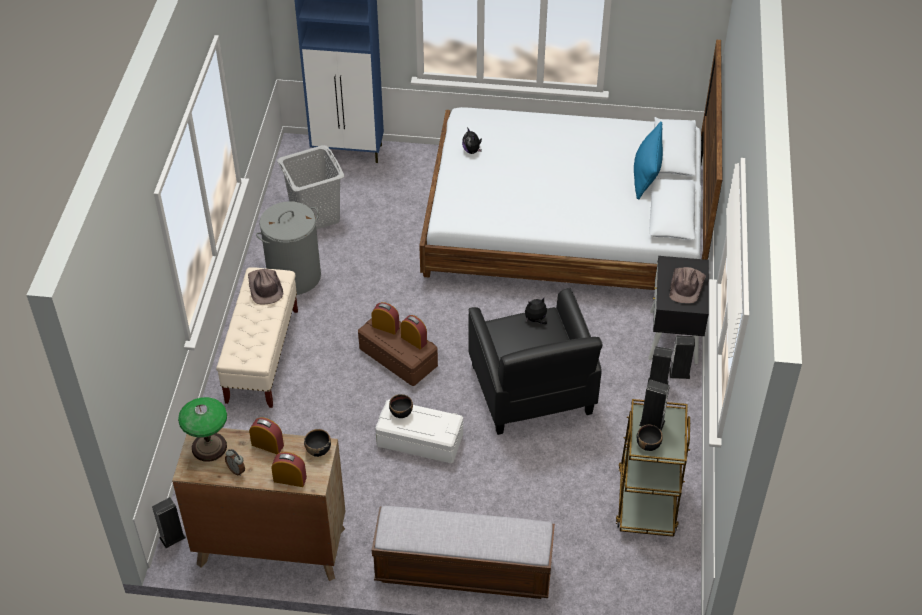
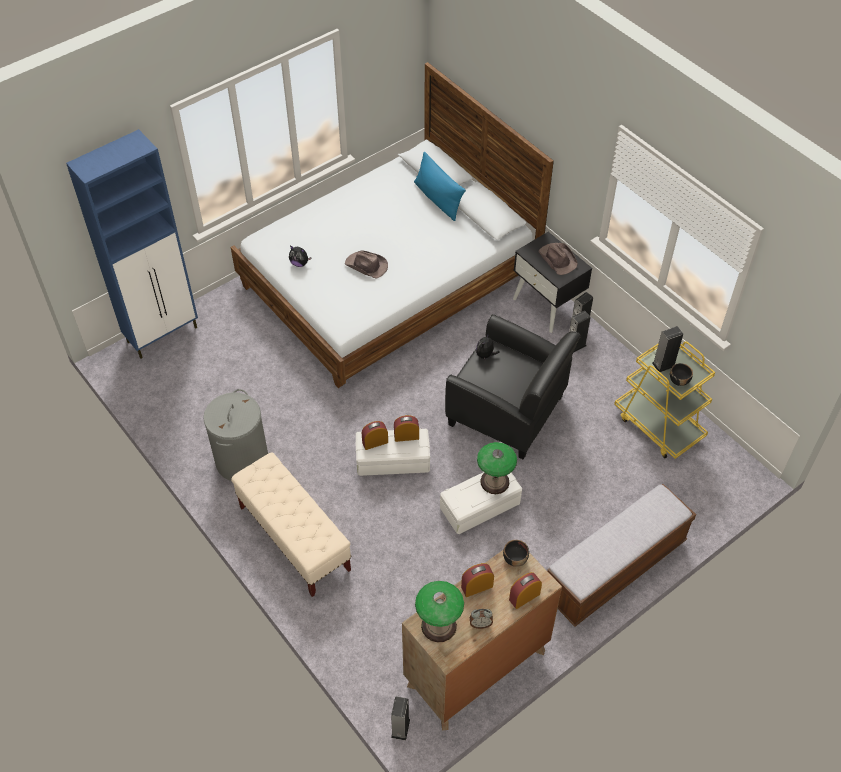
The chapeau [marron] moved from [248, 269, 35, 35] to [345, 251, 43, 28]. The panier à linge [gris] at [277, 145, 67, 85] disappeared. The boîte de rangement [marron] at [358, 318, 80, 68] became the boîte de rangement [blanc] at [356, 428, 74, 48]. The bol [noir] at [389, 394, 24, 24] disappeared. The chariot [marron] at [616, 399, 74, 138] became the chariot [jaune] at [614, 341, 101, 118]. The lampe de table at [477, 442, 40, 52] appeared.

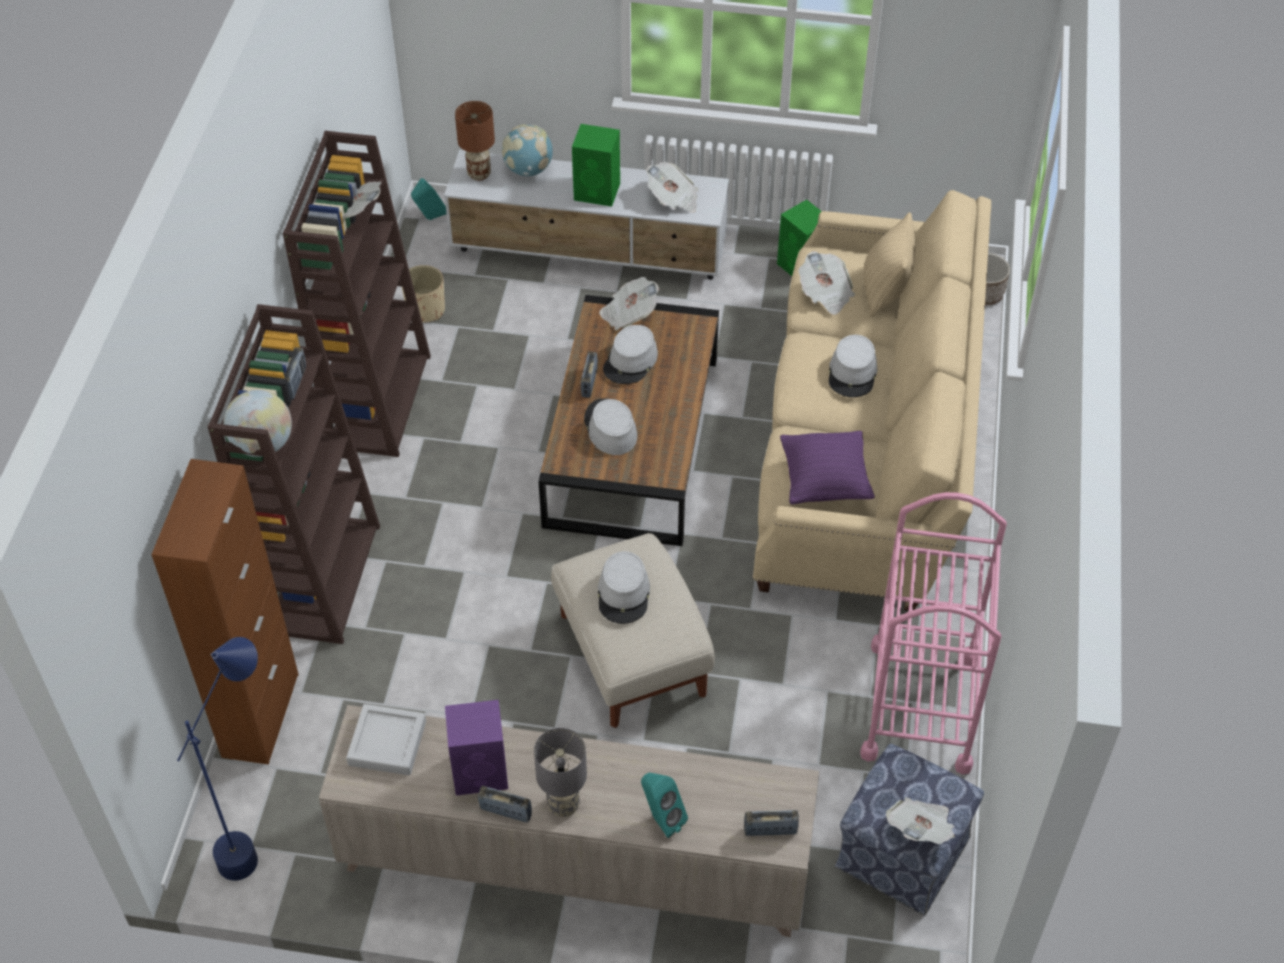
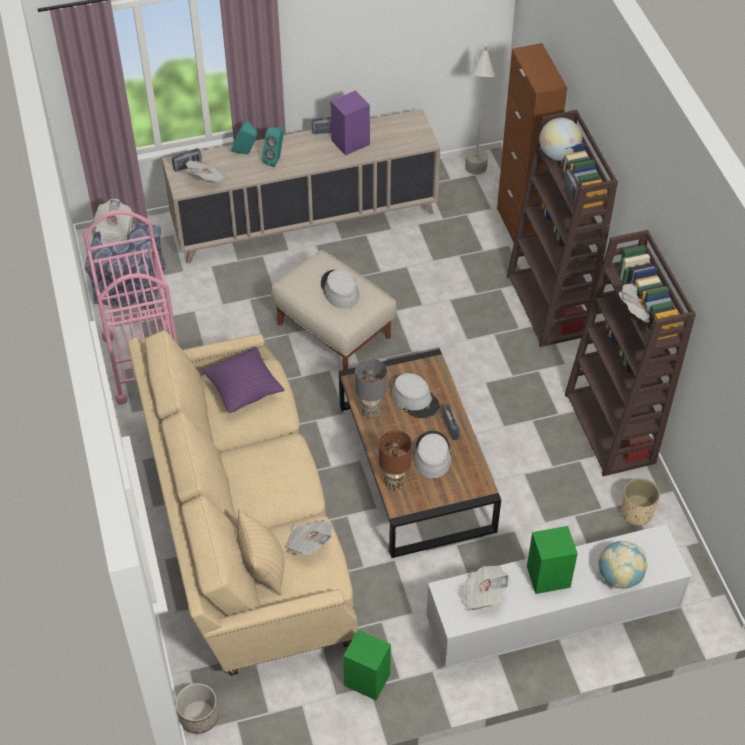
The lampadaire [bleu] at [177, 637, 81, 244] became the lampadaire [gris] at [465, 47, 30, 128]. The plateau [gris] at [346, 704, 80, 71] disappeared. The enceinte [turquoise] moved from [411, 178, 35, 42] to [262, 127, 22, 40]. The lampe de table [marron] moved from [455, 101, 40, 80] to [379, 430, 33, 60]. The lampe de table [gris] moved from [534, 728, 53, 89] to [355, 358, 32, 60]. The journal moved from [599, 277, 60, 54] to [186, 161, 44, 21]. The chapeau [gris] at [829, 335, 49, 62] disappeared.

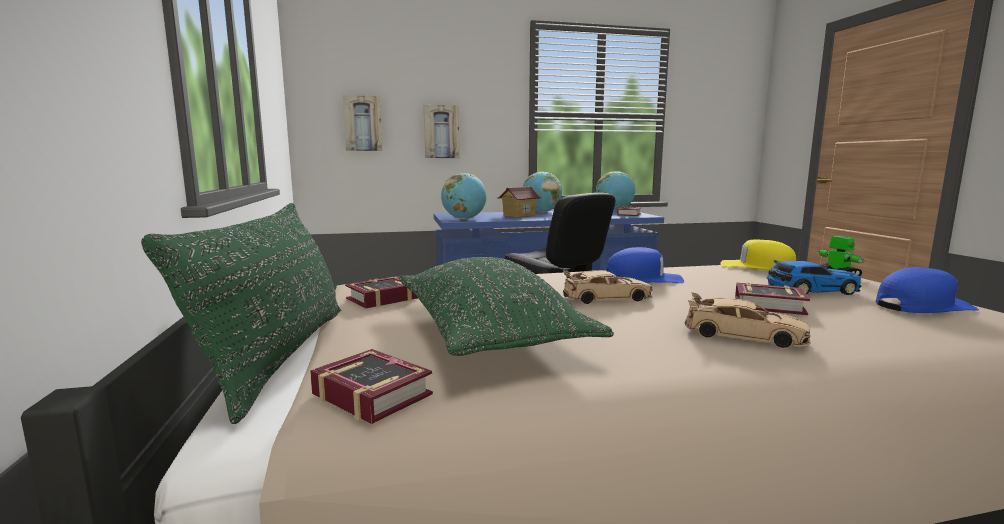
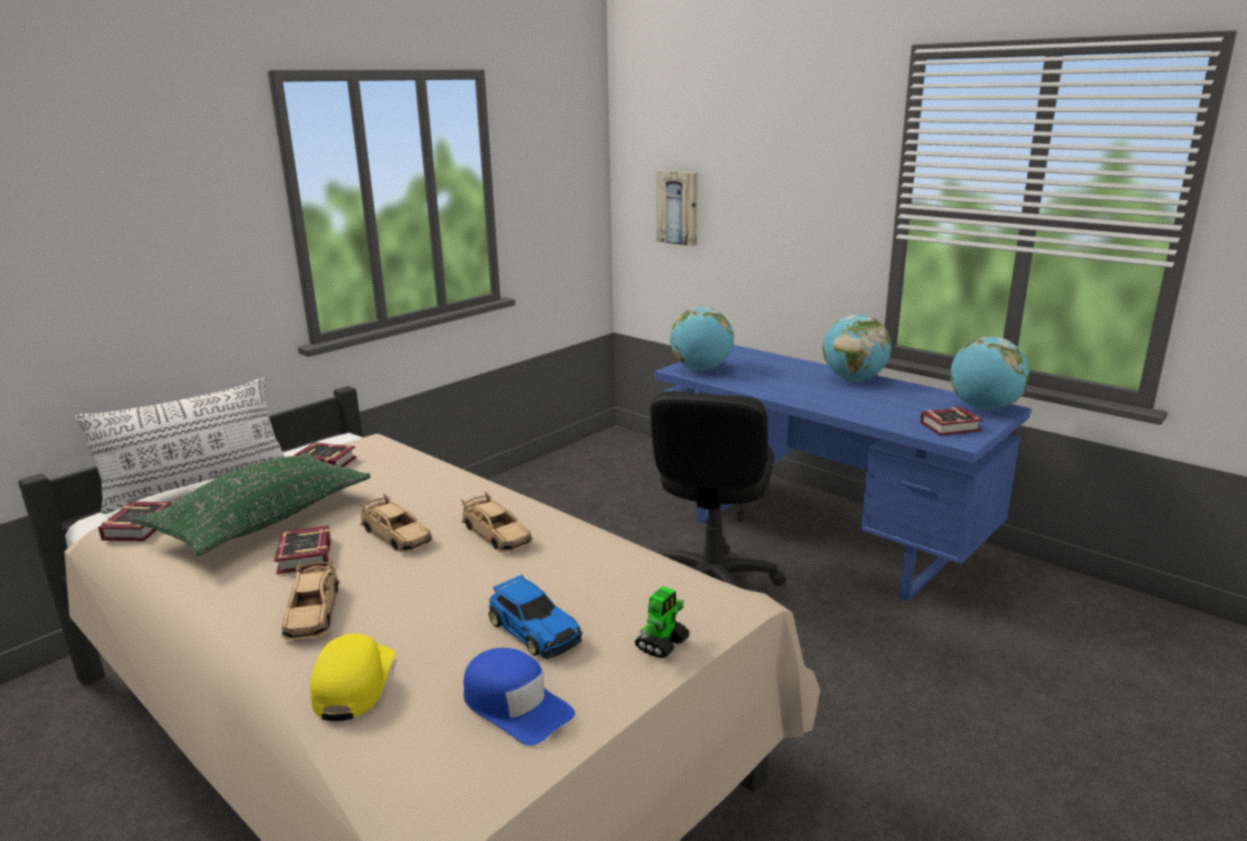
The coussin [vert] at [141, 203, 201, 221] became the coussin [blanc] at [76, 378, 209, 136]. The tableau at [424, 105, 35, 53] disappeared. The maison miniature at [498, 186, 44, 31] disappeared. The casquette [bleu] at [606, 247, 78, 36] was replaced by the petite voiture [beige] at [461, 492, 71, 60]. The casquette [jaune] moved from [720, 239, 76, 31] to [310, 634, 85, 87]. The livre moved from [735, 282, 75, 33] to [274, 526, 58, 48].

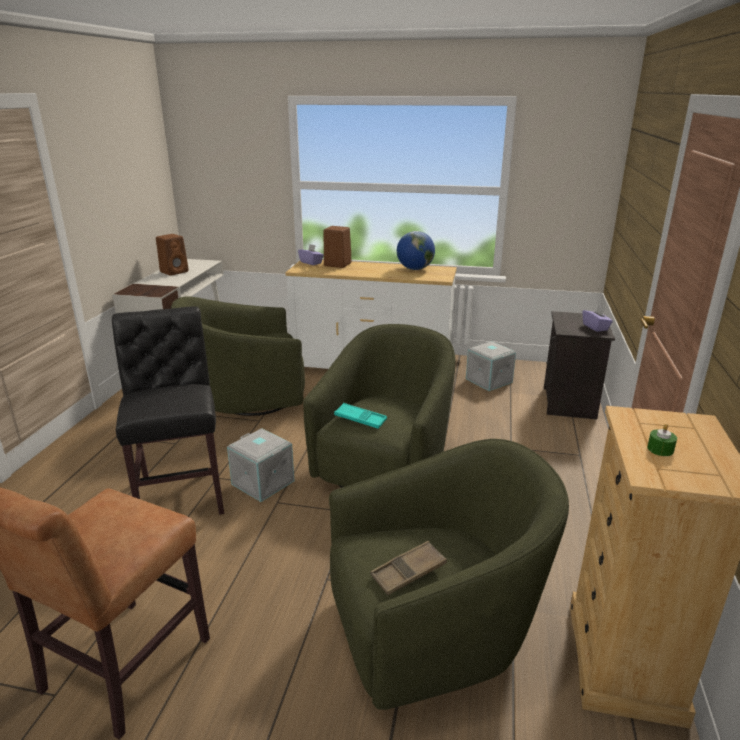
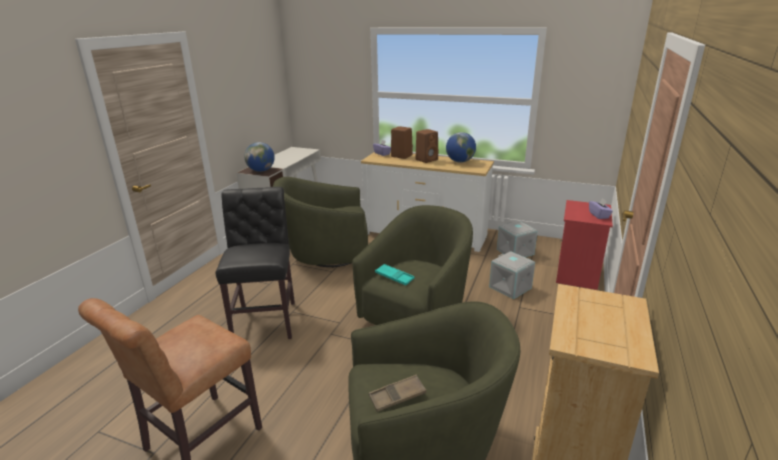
The enceinte [marron] moved from [156, 234, 33, 42] to [416, 129, 23, 34]. The boîte de rangement [gris] moved from [227, 428, 67, 74] to [489, 251, 46, 48]. The table de chevet [noir] at [544, 311, 71, 108] became the table de chevet [rouge] at [556, 200, 57, 90]. The bougie [vert] at [647, 424, 30, 32] disappeared. The globe at [244, 142, 31, 30] appeared.

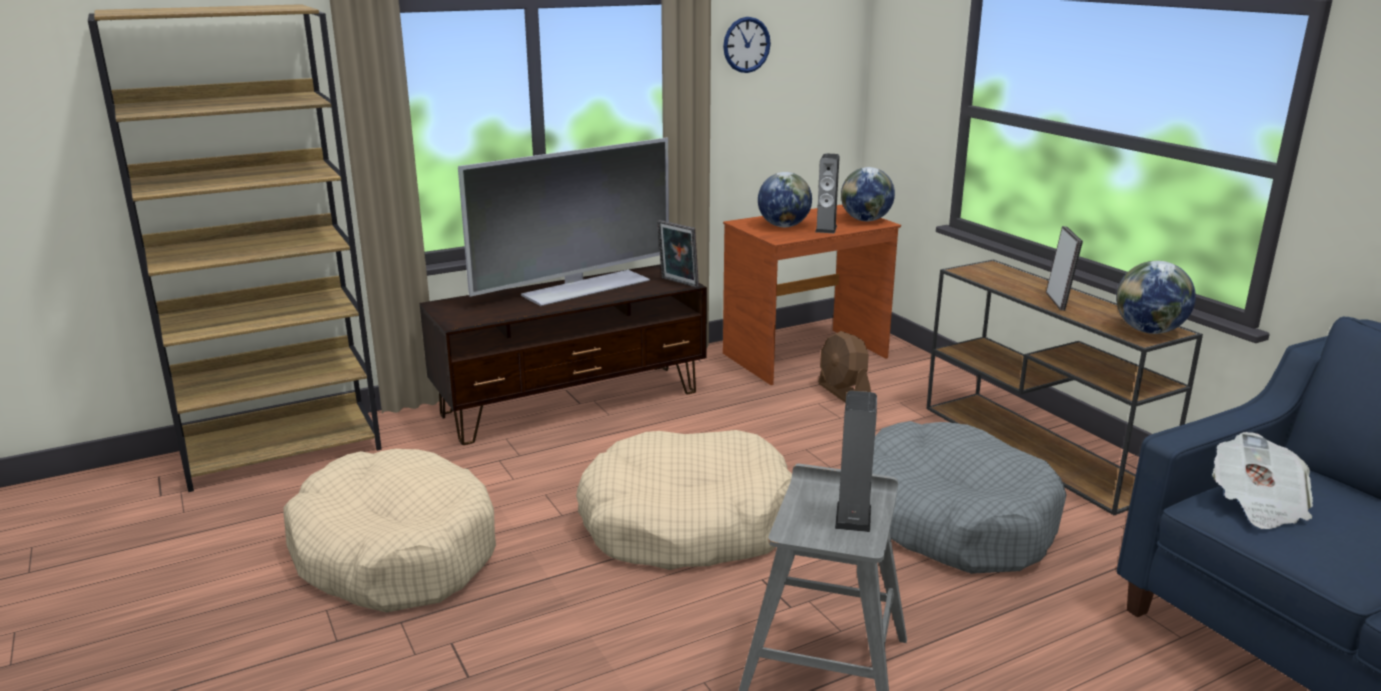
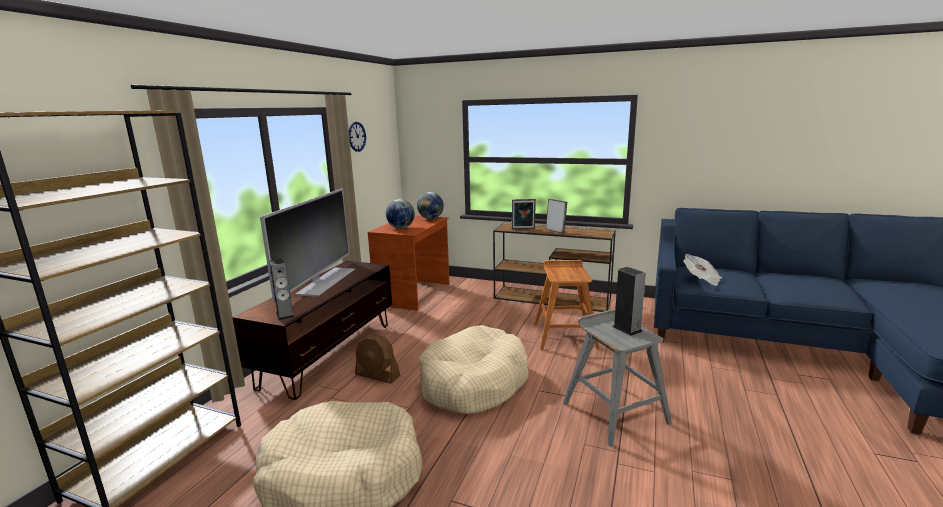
The cadre photo moved from [657, 220, 42, 67] to [512, 199, 24, 30]. The enceinte moved from [815, 153, 25, 80] to [269, 258, 25, 63]. The ventilateur [marron] moved from [818, 331, 53, 72] to [355, 335, 45, 49]. The panier pour chien [gris] at [872, 421, 195, 153] was replaced by the tabouret [marron] at [534, 260, 65, 90]. The globe at [1116, 261, 80, 73] disappeared.

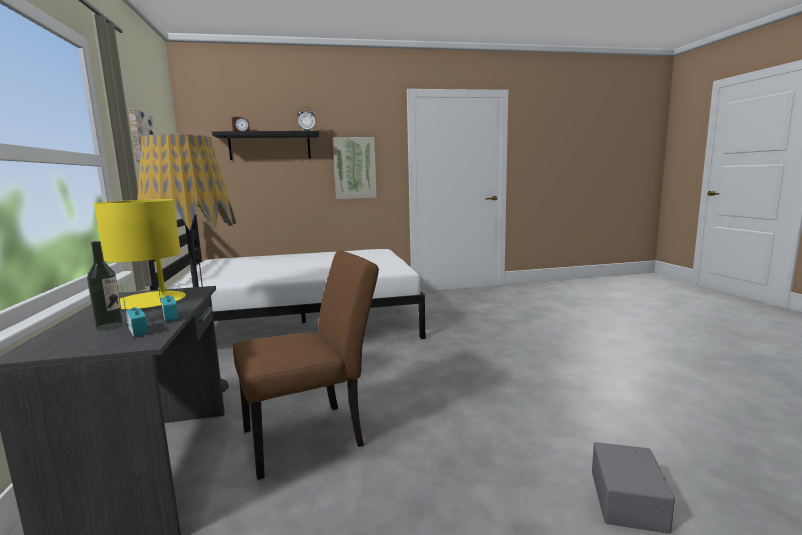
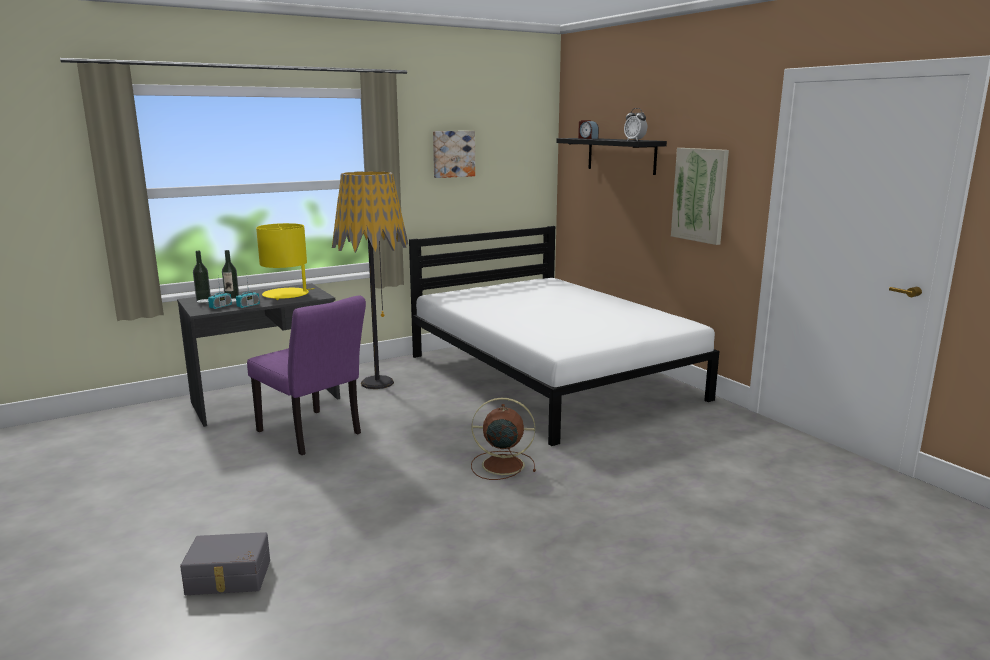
The chaise [marron] at [233, 251, 146, 229] became the chaise [violet] at [247, 295, 119, 160]. The bouteille at [193, 251, 18, 52] appeared. The ventilateur [marron] at [471, 398, 65, 82] appeared.

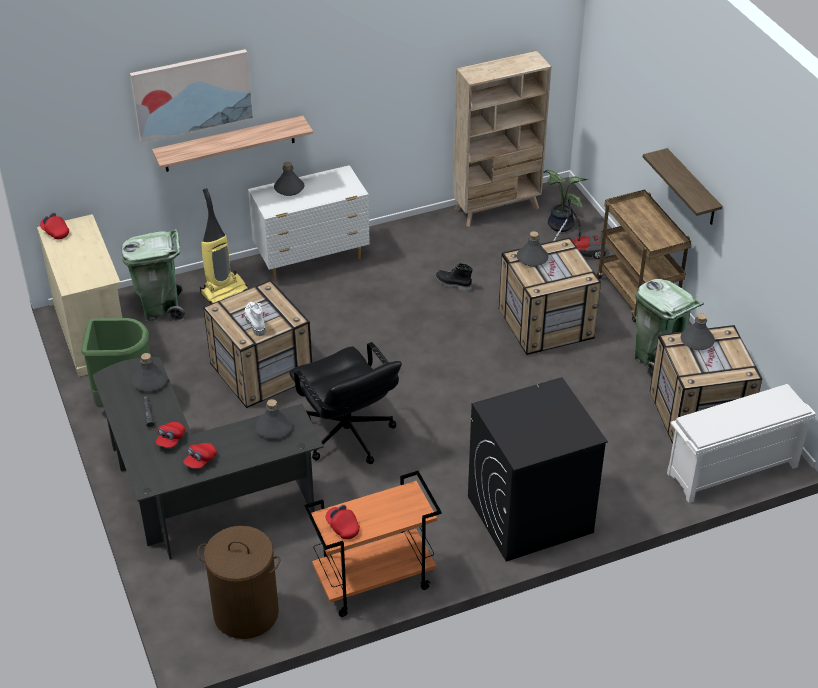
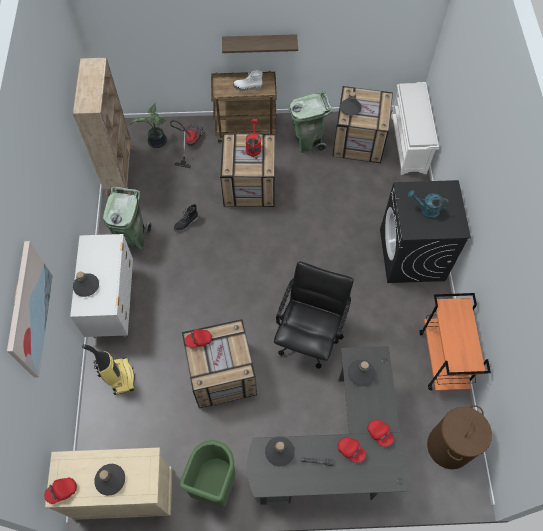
The poubelle [vert] moved from [122, 229, 63, 92] to [103, 187, 49, 62]. The étagère at [152, 116, 161, 56] disappeared. The botte [blanc] moved from [245, 302, 20, 34] to [233, 71, 30, 20]. The chaise de bureau [noir] at [289, 342, 113, 122] turned 60 degrees counterclockwise. The casquette [rouge] moved from [326, 505, 34, 34] to [185, 329, 27, 19]. The bouteille [gris] moved from [517, 231, 32, 36] to [94, 464, 31, 32]. The arrosoir [rouge] at [246, 119, 15, 38] appeared. The arrosoir [turquoise] at [408, 190, 41, 29] appeared.

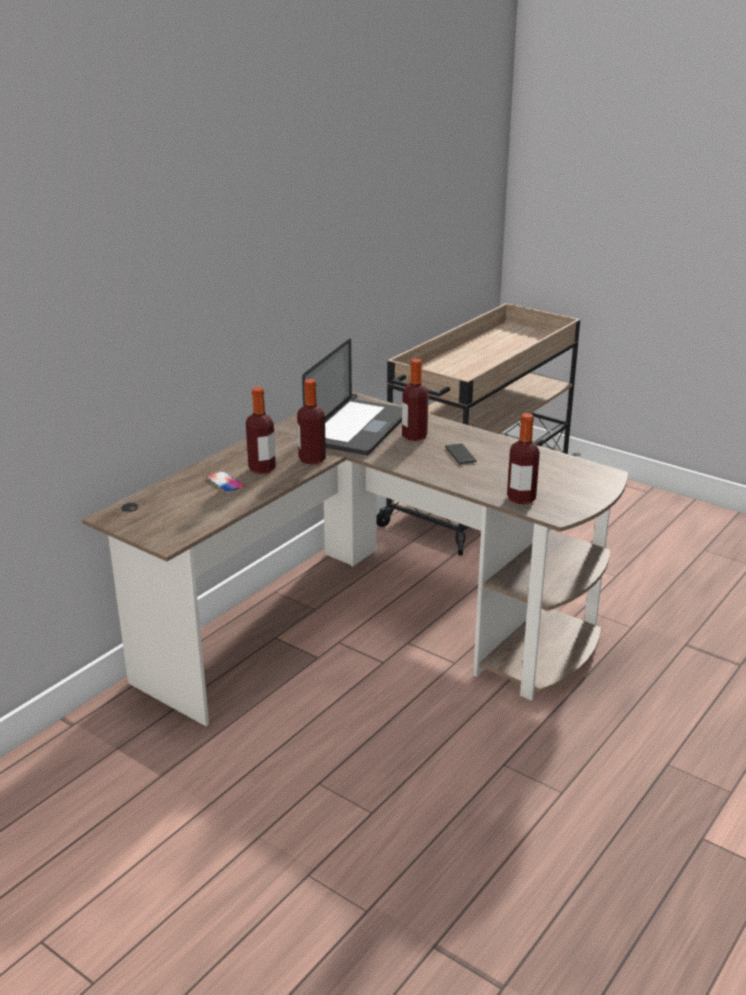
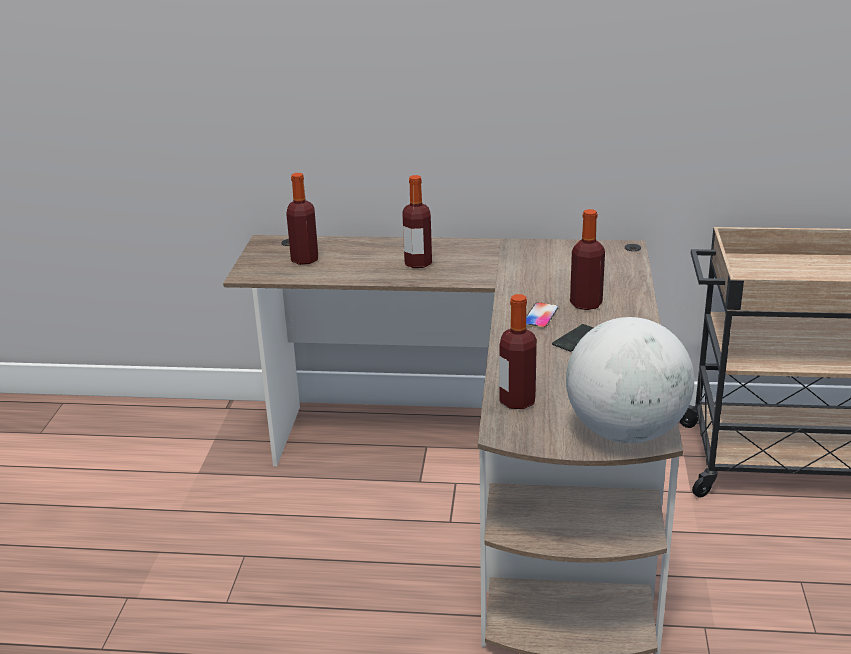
The téléphone moved from [207, 471, 38, 22] to [526, 302, 32, 26]. The bouteille moved from [297, 379, 29, 86] to [286, 173, 32, 92]. The ordinateur portable at [302, 339, 100, 116] disappeared. The globe at [566, 317, 128, 126] appeared.

